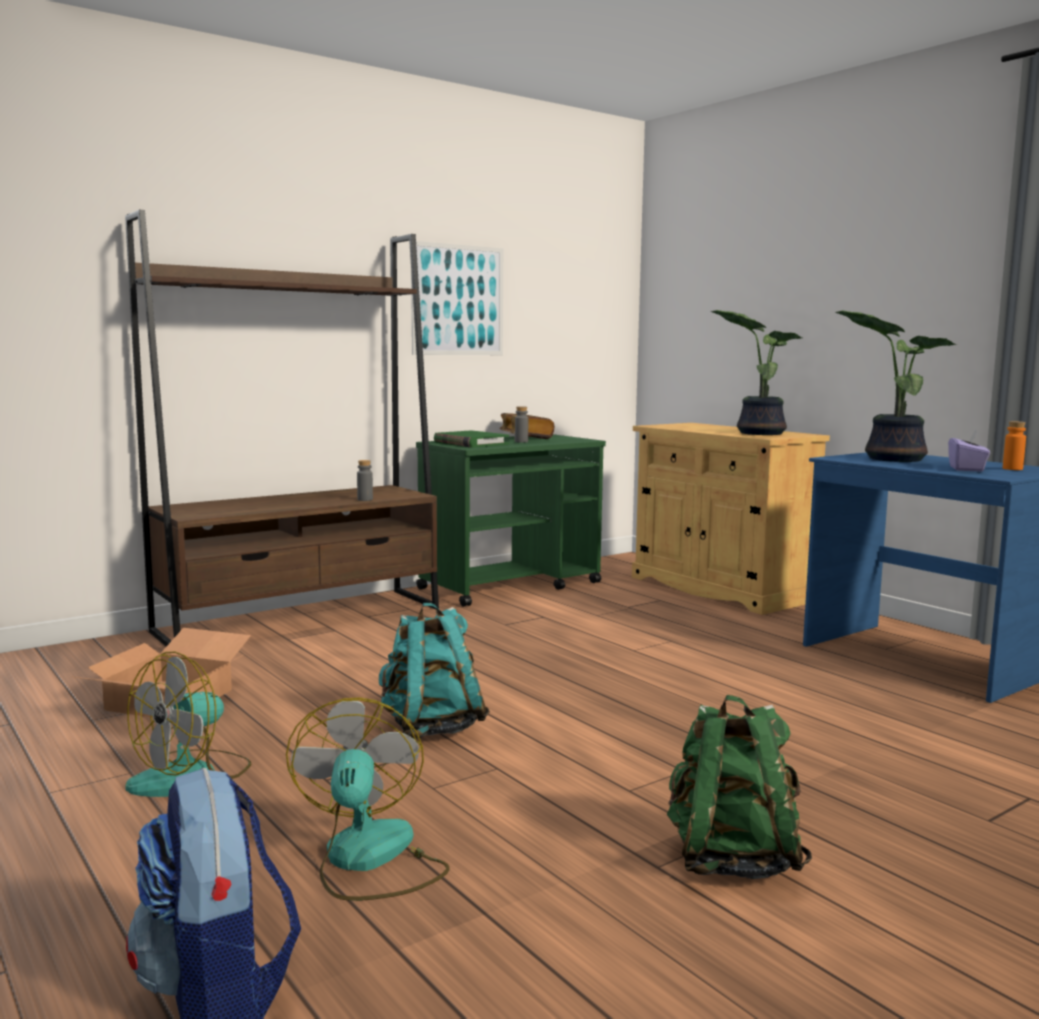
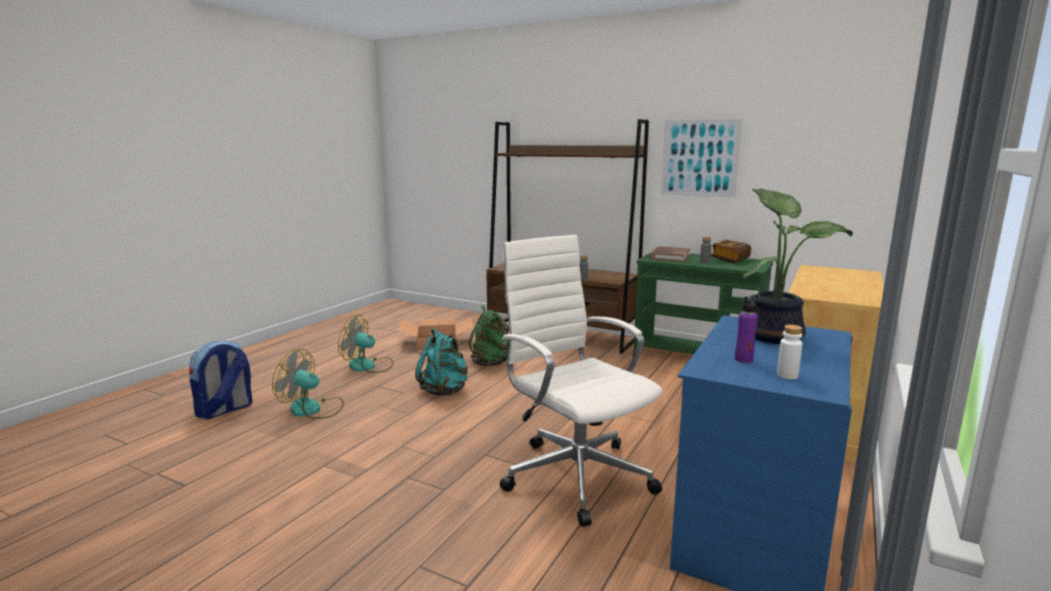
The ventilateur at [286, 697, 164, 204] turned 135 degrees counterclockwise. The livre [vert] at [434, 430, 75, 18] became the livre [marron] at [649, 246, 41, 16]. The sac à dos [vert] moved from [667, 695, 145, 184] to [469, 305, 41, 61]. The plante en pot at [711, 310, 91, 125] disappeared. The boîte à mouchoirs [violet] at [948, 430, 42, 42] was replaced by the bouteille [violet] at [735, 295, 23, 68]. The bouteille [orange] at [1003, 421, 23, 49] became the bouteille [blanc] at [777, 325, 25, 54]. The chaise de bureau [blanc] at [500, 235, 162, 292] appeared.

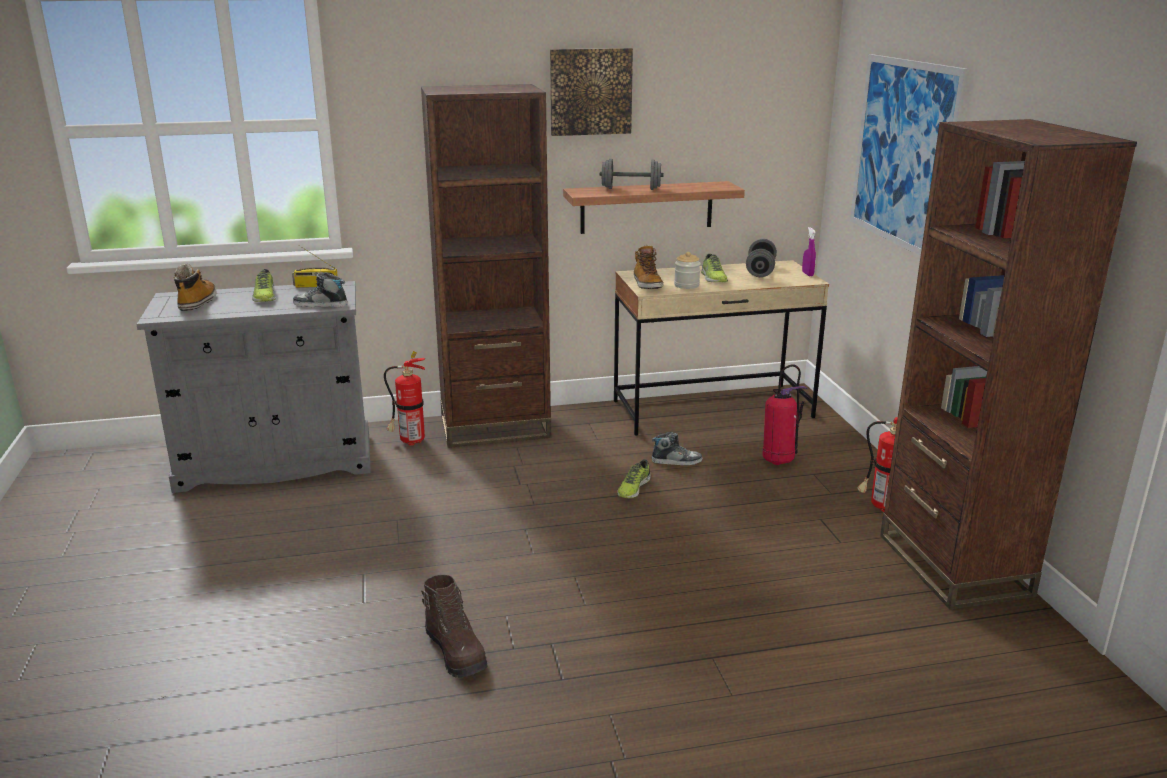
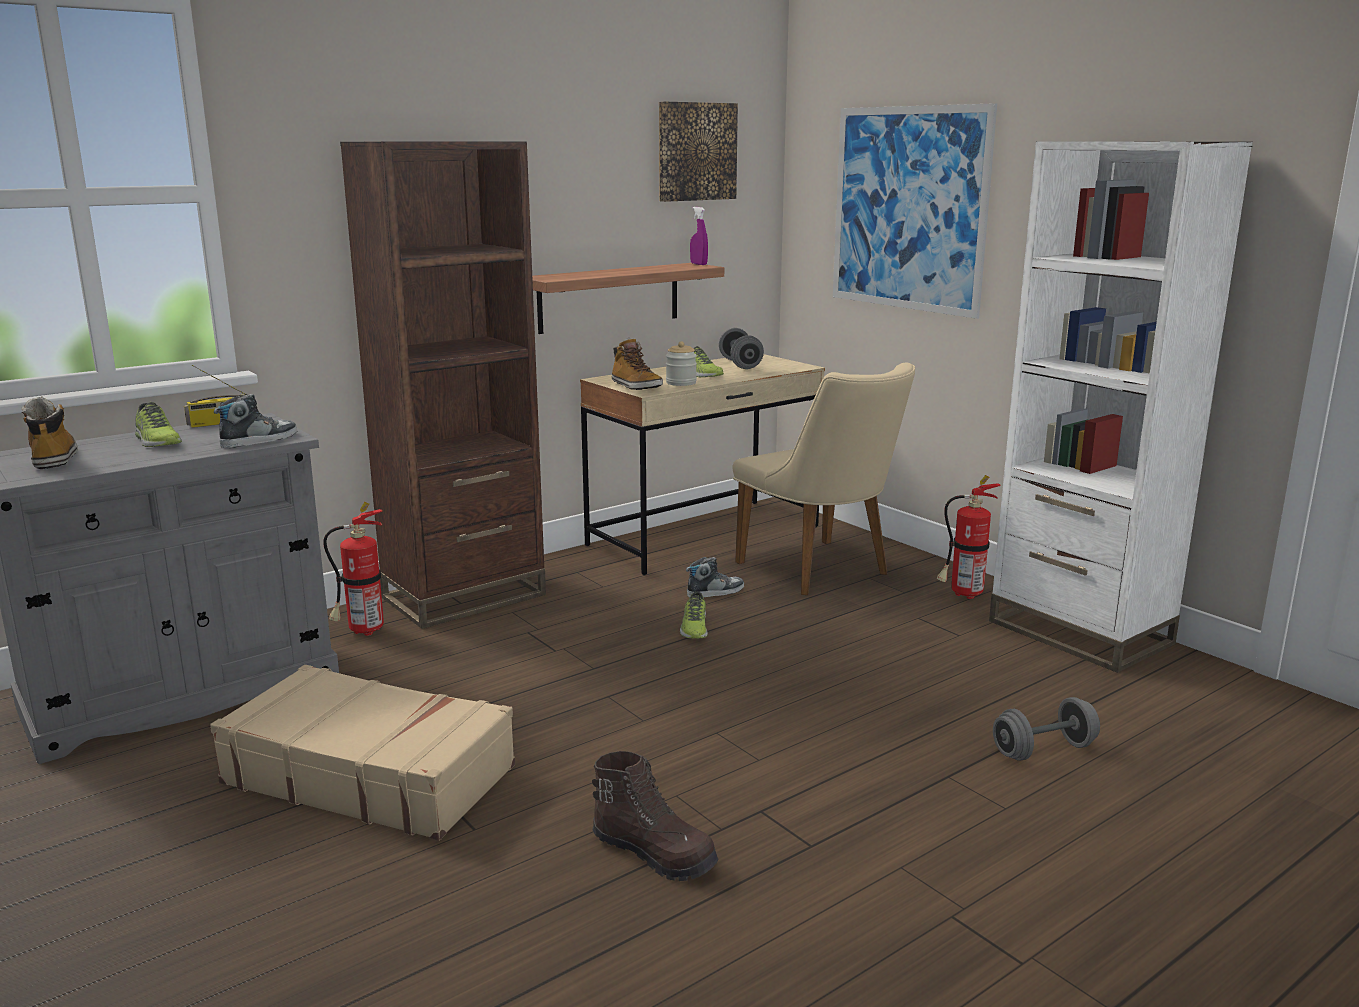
The chaussure at [293, 272, 55, 35] turned 150 degrees clockwise. The tableau moved from [550, 48, 83, 88] to [659, 102, 79, 100]. The haltère [gris] moved from [600, 159, 64, 31] to [993, 697, 107, 64]. The extincteur at [763, 364, 45, 101] was replaced by the chaise [beige] at [733, 362, 182, 233]. The vaporisateur [violet] moved from [802, 227, 14, 49] to [690, 207, 18, 58]. The bibliothèque [marron] at [880, 119, 257, 491] became the bibliothèque [blanc] at [989, 141, 264, 532]. The valise [beige] at [210, 665, 305, 176] appeared.

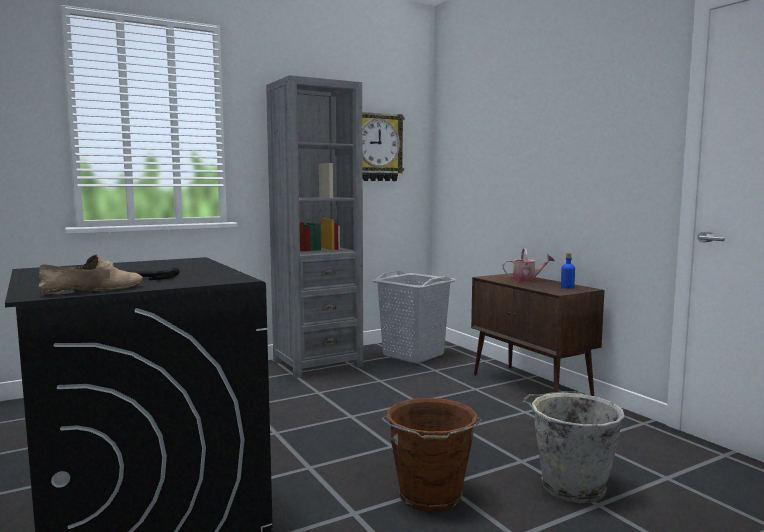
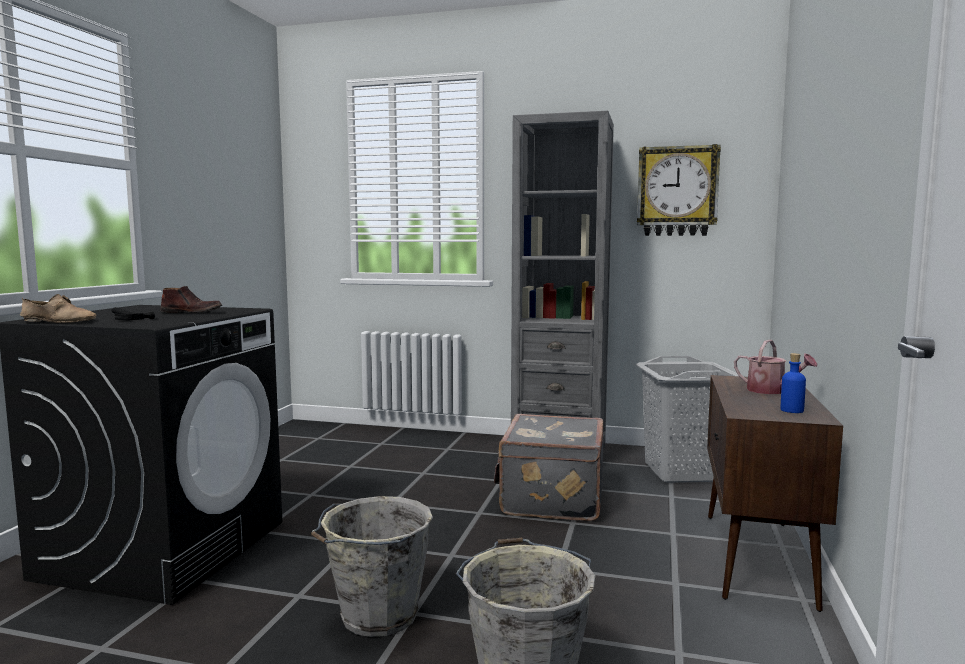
The seau [marron] at [382, 398, 100, 114] became the seau [gris] at [311, 496, 122, 141]. The chaussure [marron] at [160, 286, 62, 27] appeared. The valise [gris] at [494, 414, 110, 107] appeared.

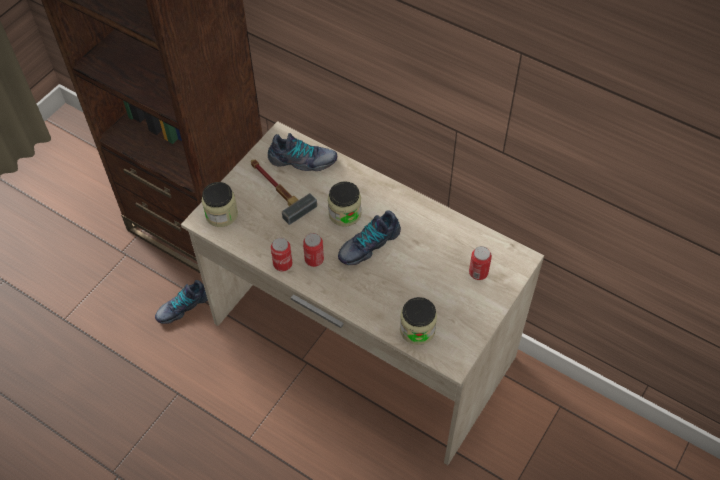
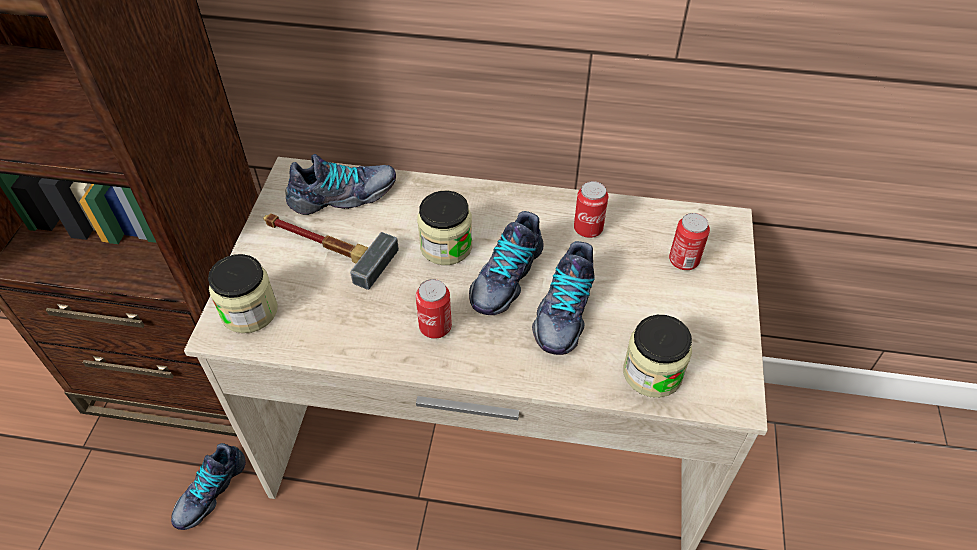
The boîte métallique moved from [271, 238, 22, 33] to [574, 181, 34, 57]. The chaussure at [532, 241, 63, 114] appeared.

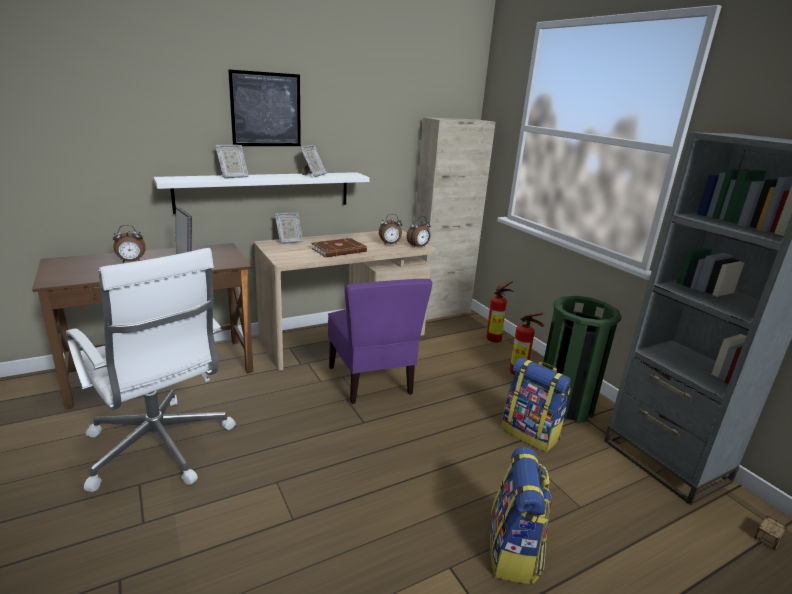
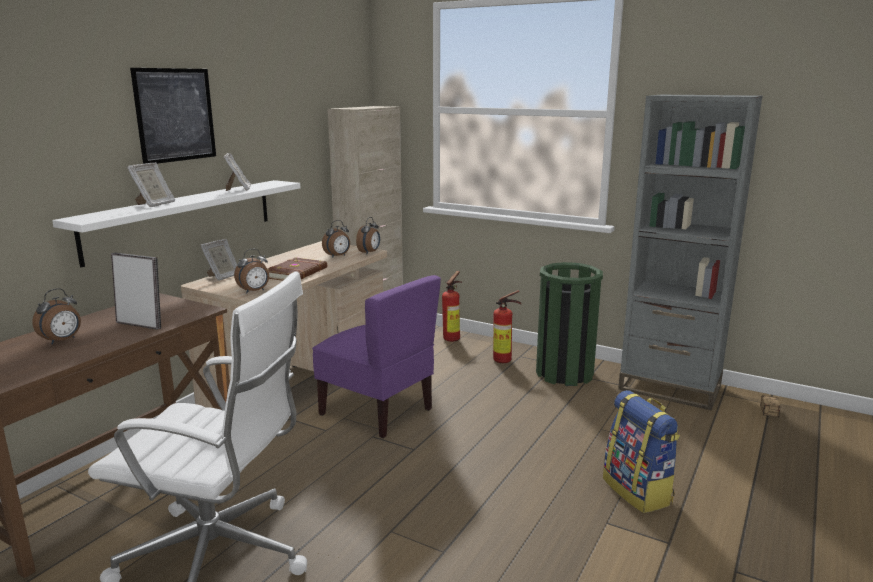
The sac à dos at [501, 358, 70, 94] disappeared. The réveil at [234, 249, 35, 44] appeared.

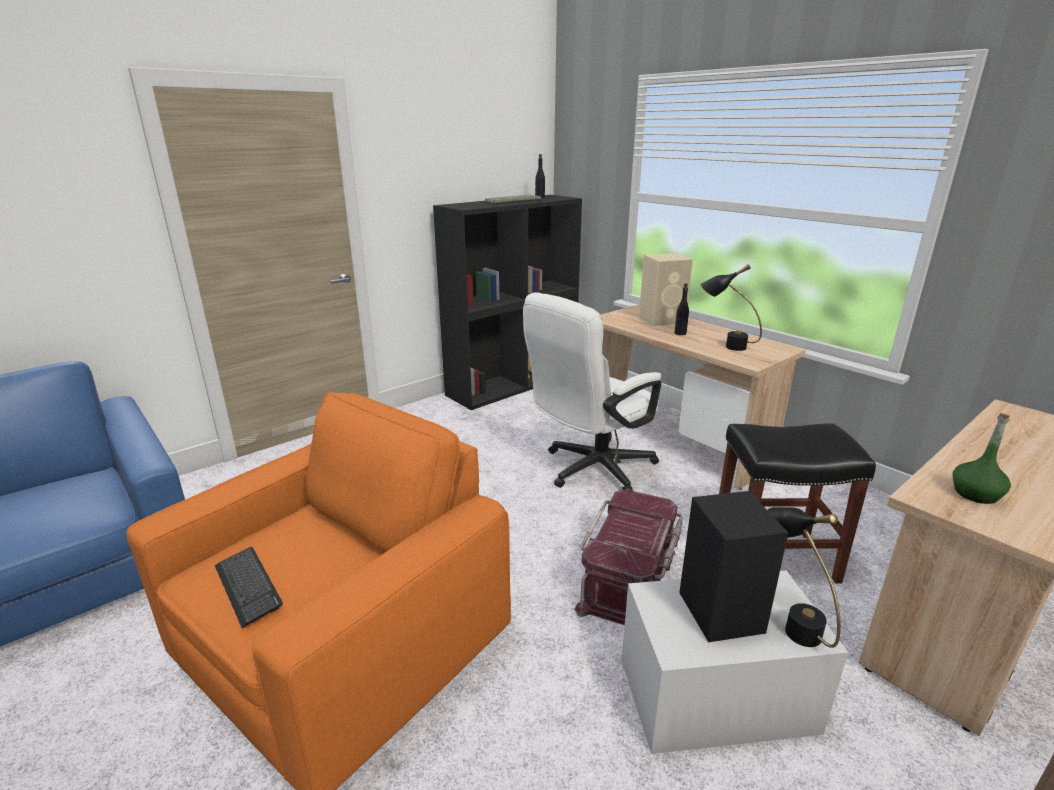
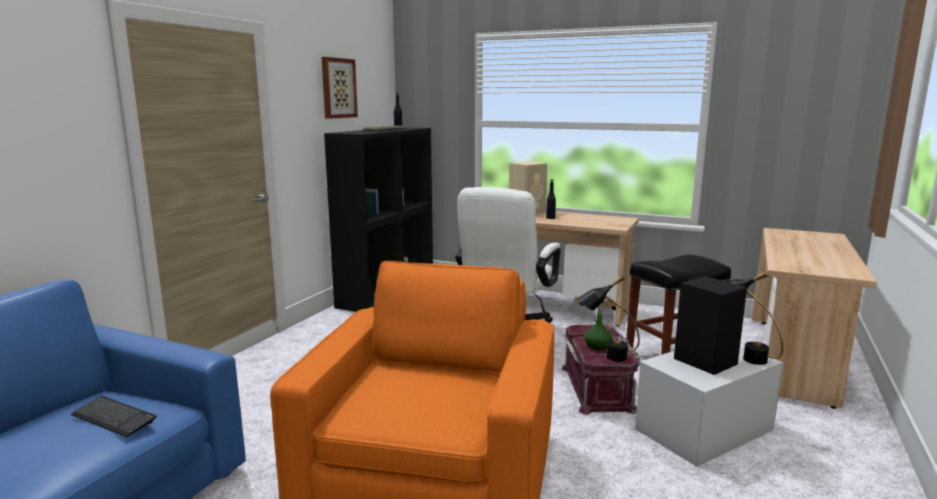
The clavier moved from [215, 547, 68, 81] to [71, 396, 86, 41]. The lampe de table [noir] moved from [700, 264, 62, 87] to [577, 276, 63, 86]. The bouteille [vert] moved from [953, 413, 58, 91] to [584, 304, 28, 46]. The tableau at [322, 57, 36, 62] appeared.

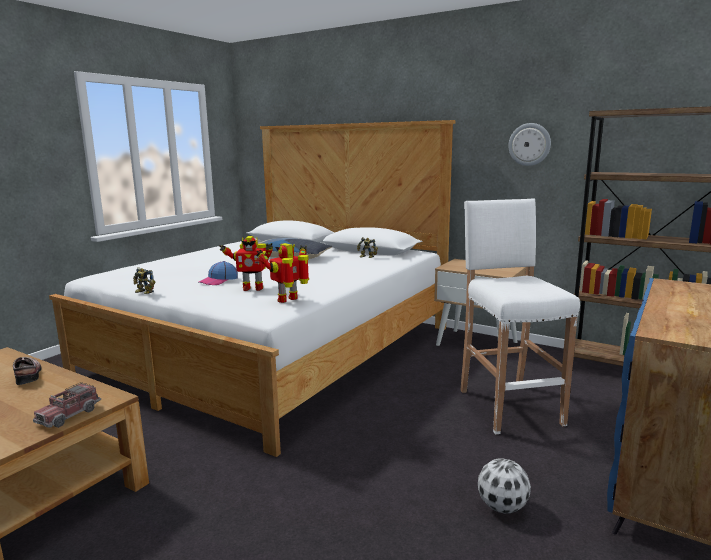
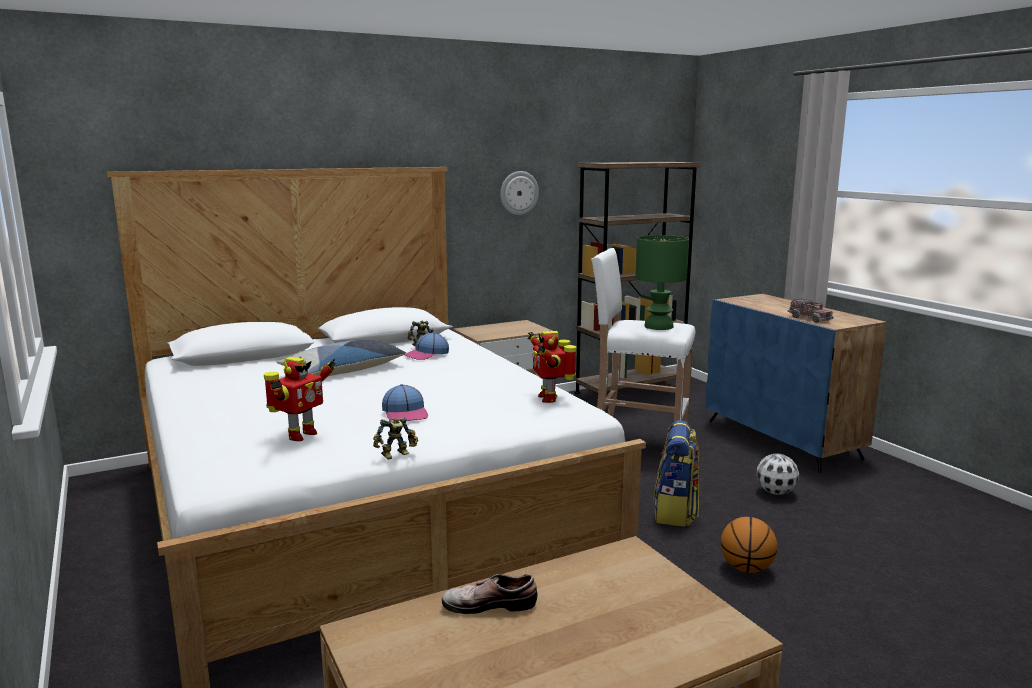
The camion jouet moved from [33, 382, 68, 46] to [788, 299, 45, 24]. The robot jouet moved from [219, 236, 54, 55] to [264, 357, 73, 84]. The casquette at [405, 332, 44, 28] appeared. The lampe de table [vert] at [635, 235, 54, 95] appeared. The sac à dos at [653, 420, 47, 107] appeared. The ballon de basket at [721, 517, 56, 56] appeared.

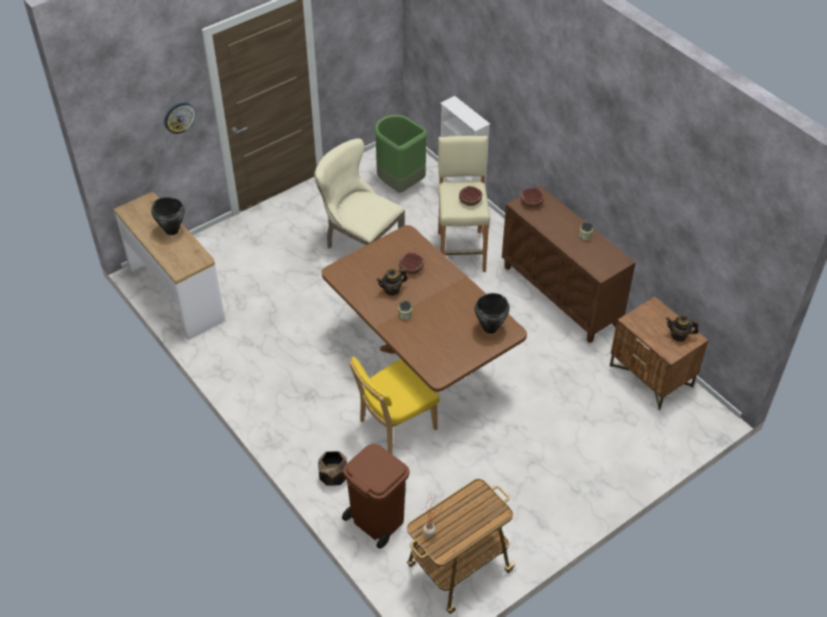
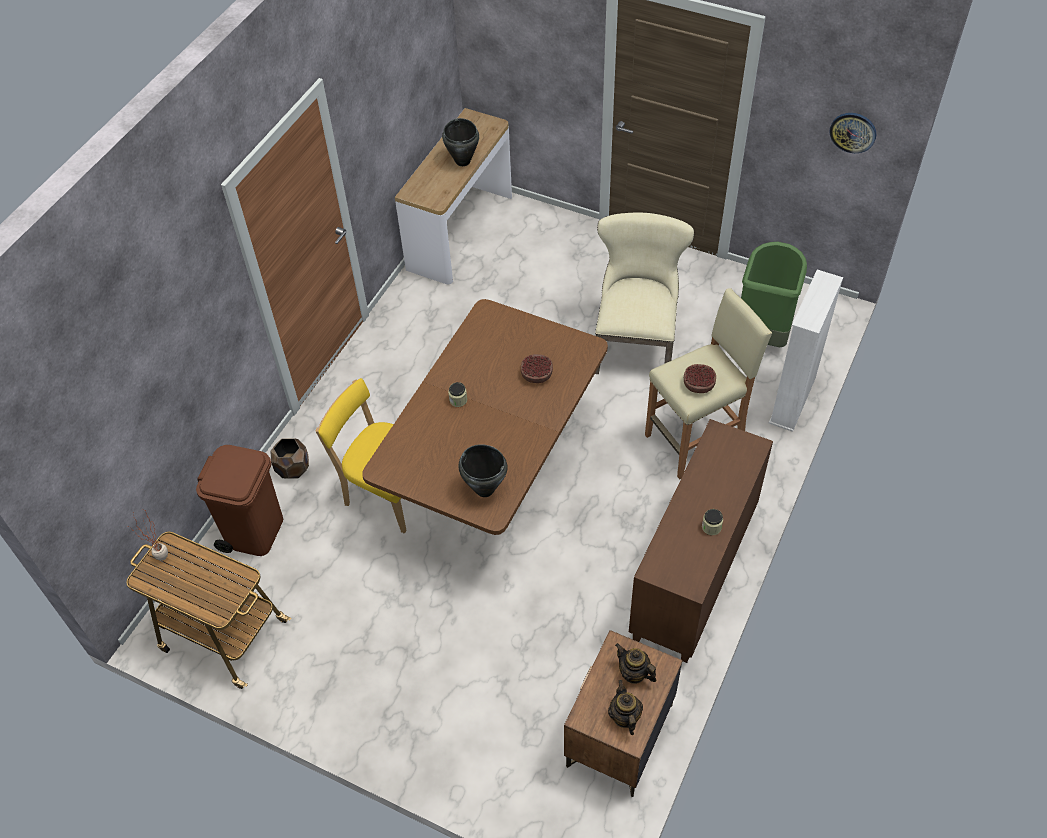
The horloge murale moved from [164, 102, 32, 32] to [829, 113, 47, 40]. The théière moved from [376, 269, 32, 27] to [615, 643, 42, 41]. The bol at [521, 188, 23, 20] disappeared.

